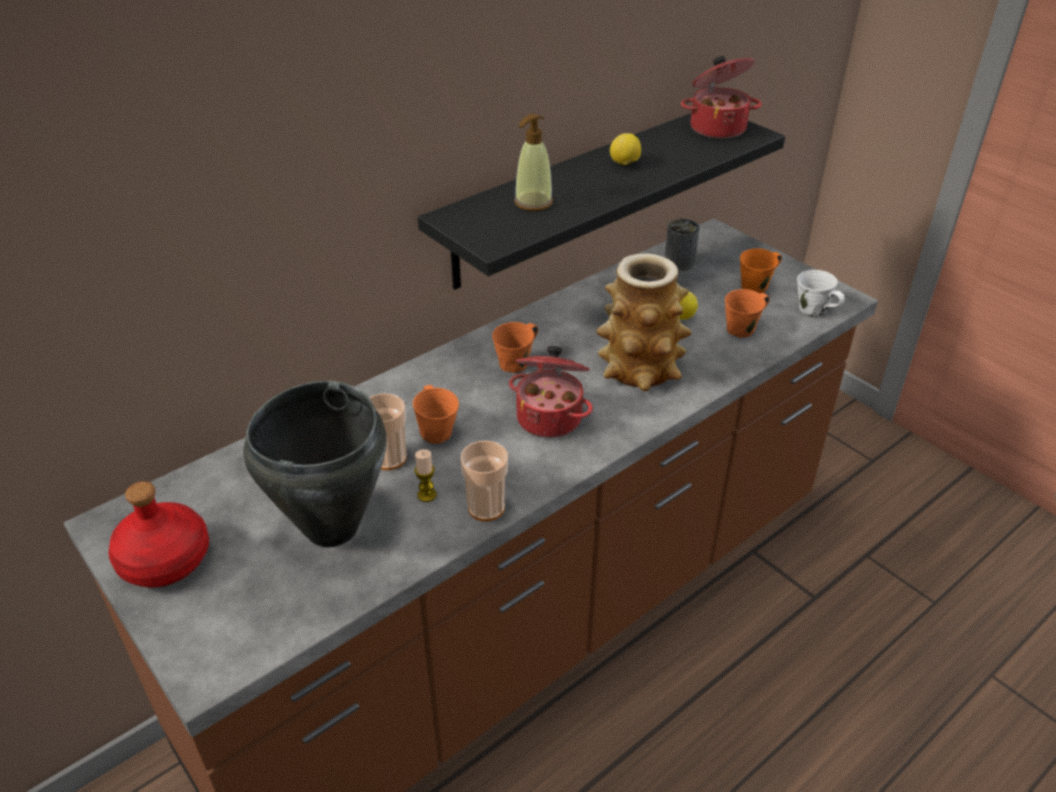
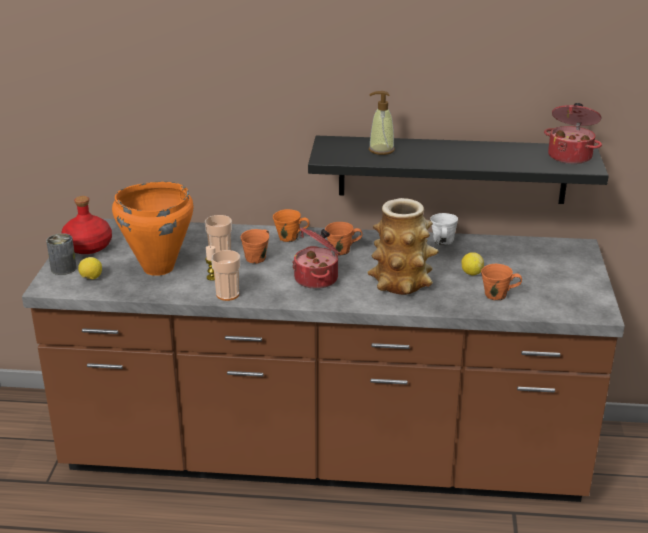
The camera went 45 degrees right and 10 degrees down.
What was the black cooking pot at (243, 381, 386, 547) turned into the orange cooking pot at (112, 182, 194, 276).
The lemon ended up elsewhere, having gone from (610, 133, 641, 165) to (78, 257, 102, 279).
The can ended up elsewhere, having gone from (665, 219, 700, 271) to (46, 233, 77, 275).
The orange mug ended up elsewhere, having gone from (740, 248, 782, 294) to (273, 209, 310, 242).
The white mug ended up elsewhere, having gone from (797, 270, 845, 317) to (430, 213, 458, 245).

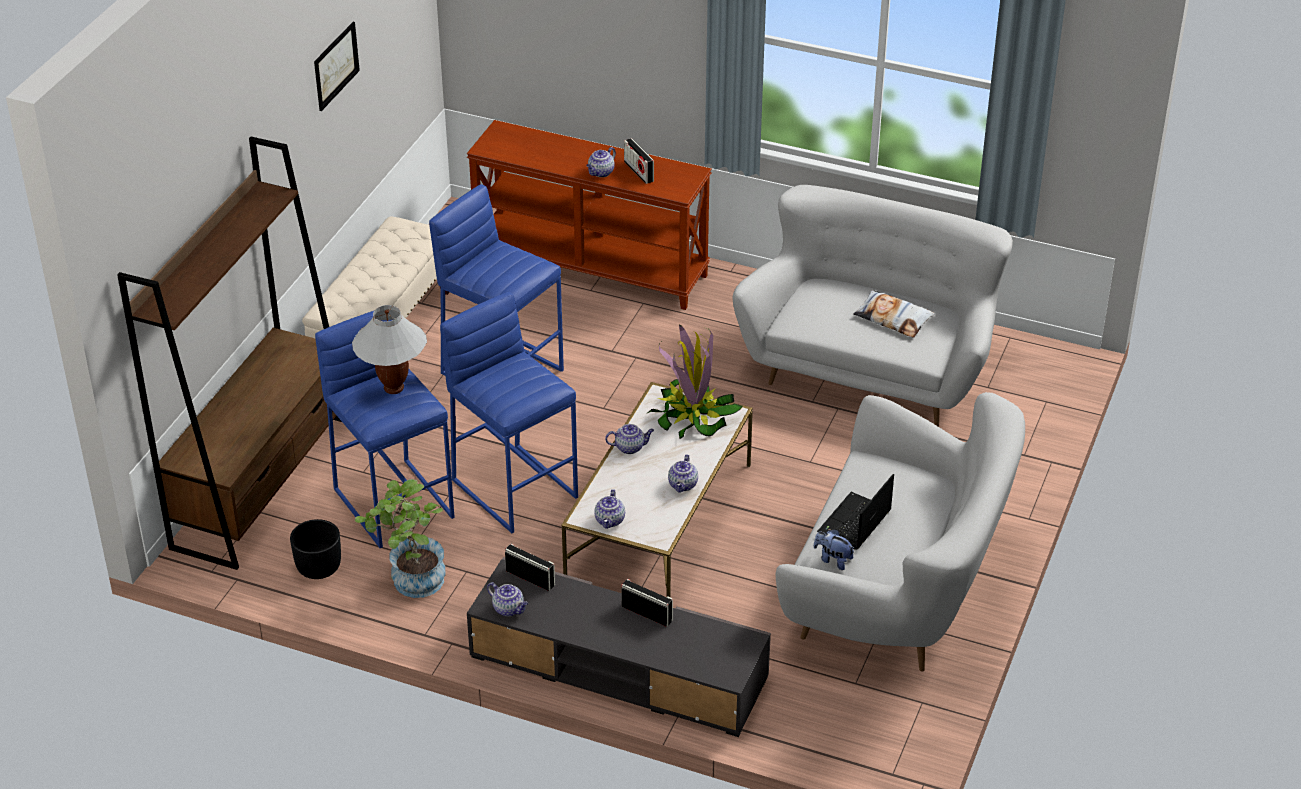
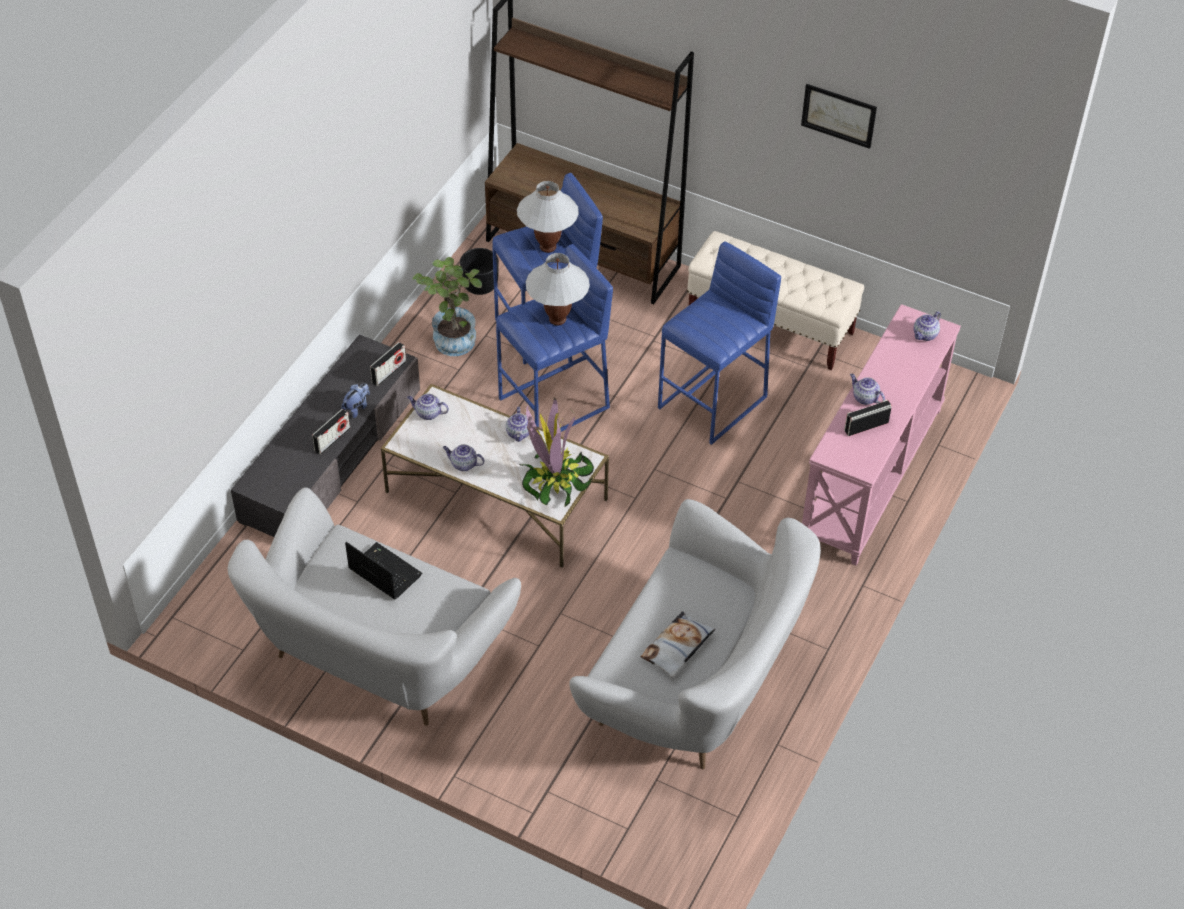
The camera went 95 degrees right and 10 degrees up.
What was the brown console table at (467, 120, 712, 310) turned into the pink console table at (802, 304, 961, 565).
The teapot ended up elsewhere, having gone from (487, 582, 528, 616) to (914, 311, 941, 341).
The plush toy ended up elsewhere, having gone from (814, 529, 854, 570) to (342, 383, 370, 418).
The second view gained the white table lamp at (526, 253, 590, 325).

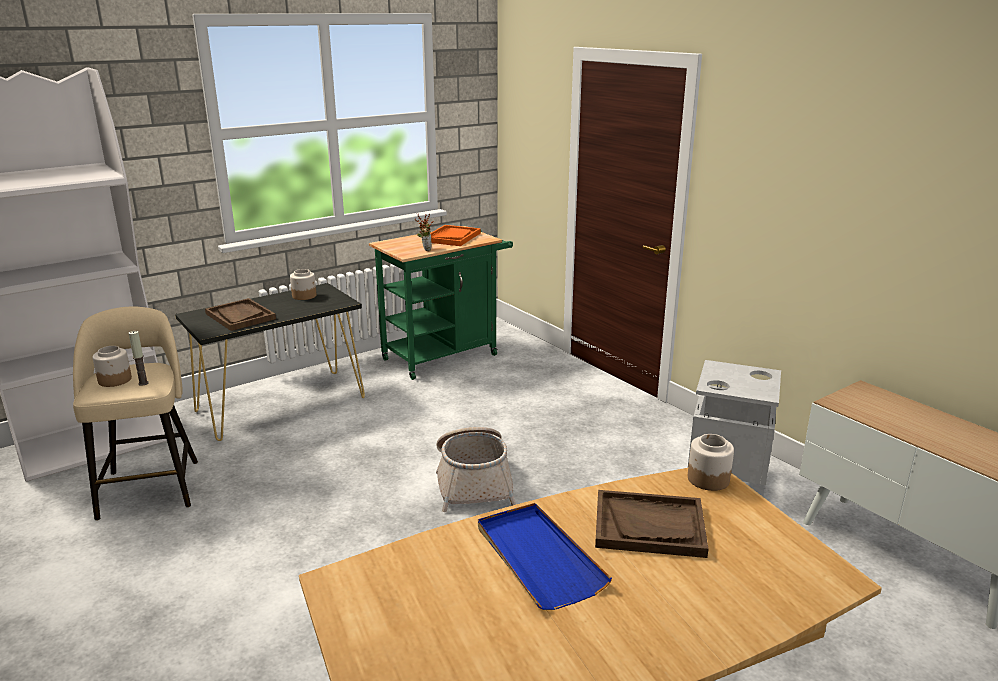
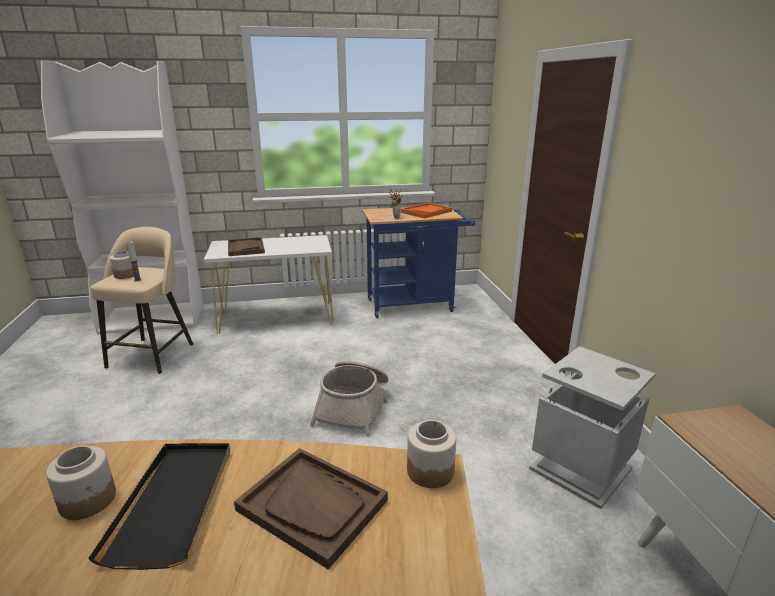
The camera went 25 degrees right and 0 degrees up.
What was the black console table at (175, 283, 365, 441) turned into the white console table at (204, 235, 334, 334).
The jar ended up elsewhere, having gone from (290, 269, 316, 300) to (46, 446, 116, 520).
What was the green cart at (369, 226, 513, 380) turned into the blue cart at (362, 206, 475, 318).
What was the blue tray at (478, 503, 612, 610) turned into the black tray at (88, 443, 230, 570).

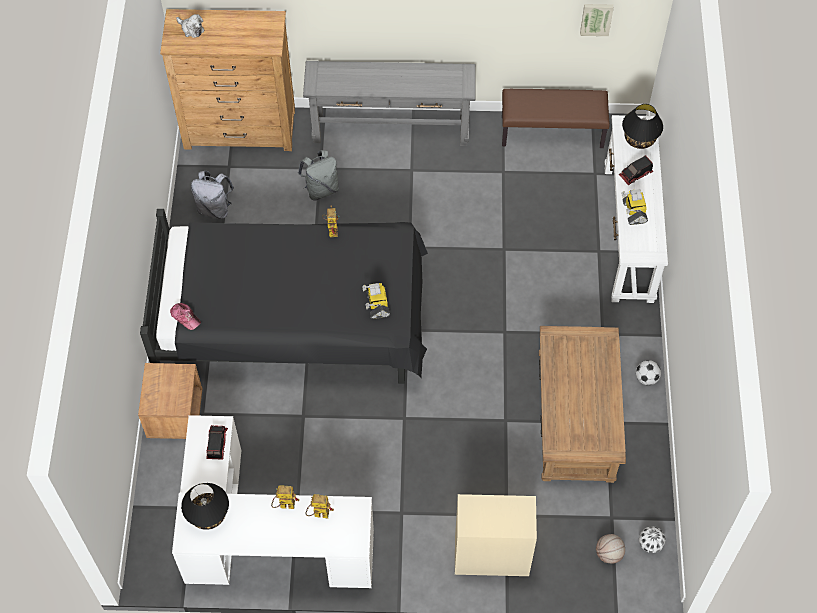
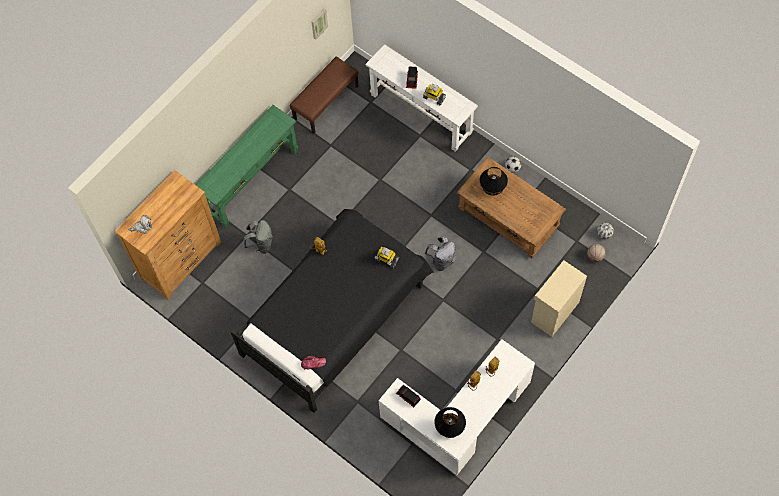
The camera went 50 degrees left and 5 degrees up.
The second view lost the brown nightstand at (138, 363, 202, 439).
The grey backpack ended up elsewhere, having gone from (191, 171, 234, 219) to (425, 236, 456, 271).
What was the grey console table at (303, 61, 476, 146) turned into the green console table at (196, 105, 299, 227).
The black table lamp ended up elsewhere, having gone from (622, 104, 663, 149) to (480, 167, 508, 196).

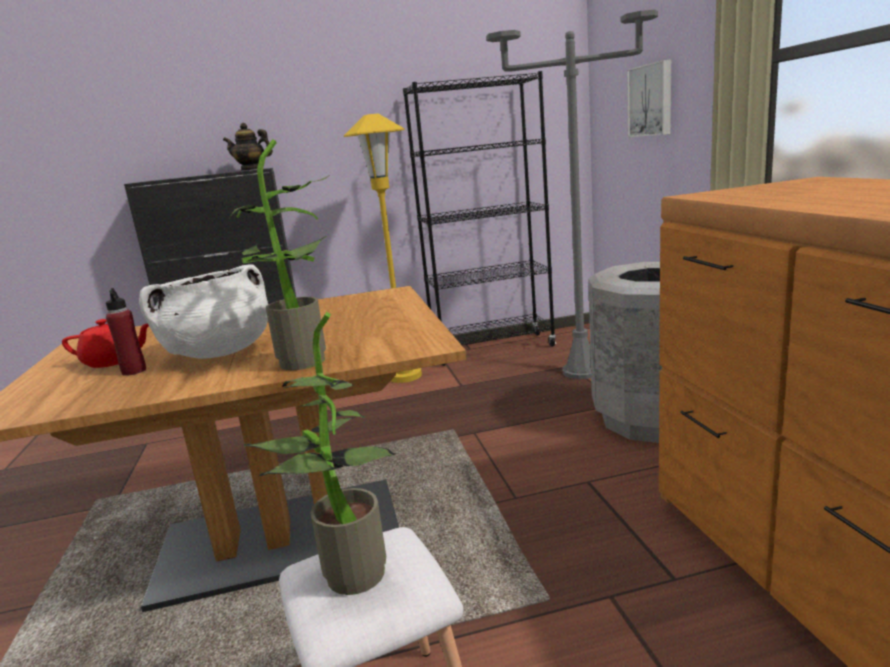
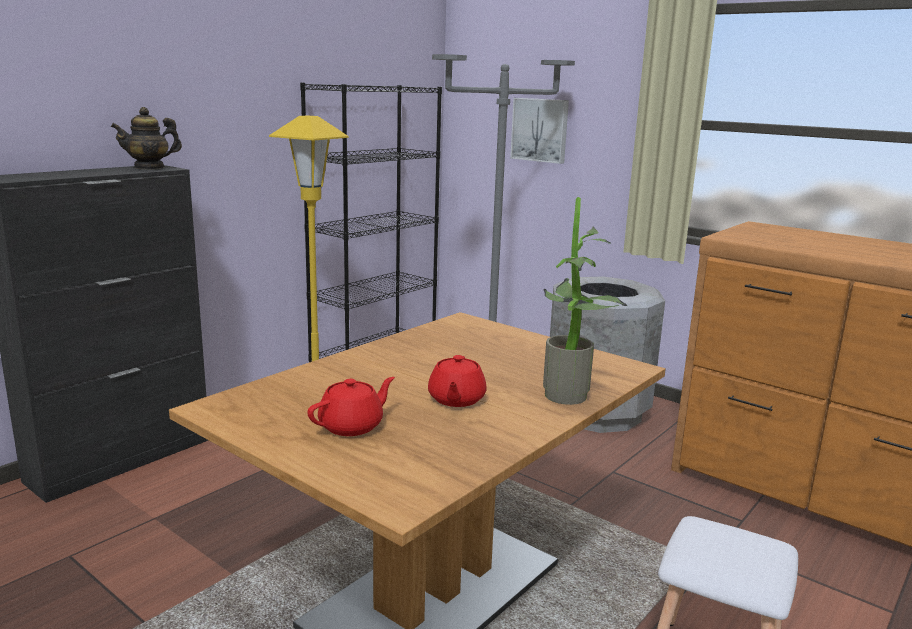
The camera went 40 degrees left and 0 degrees up.
The second view lost the red bottle at (106, 288, 146, 376).
Where the white cooking pot stood at (139, 264, 268, 359), the red teapot came to stand at (428, 355, 487, 407).
The second view lost the potted plant at (244, 312, 397, 595).

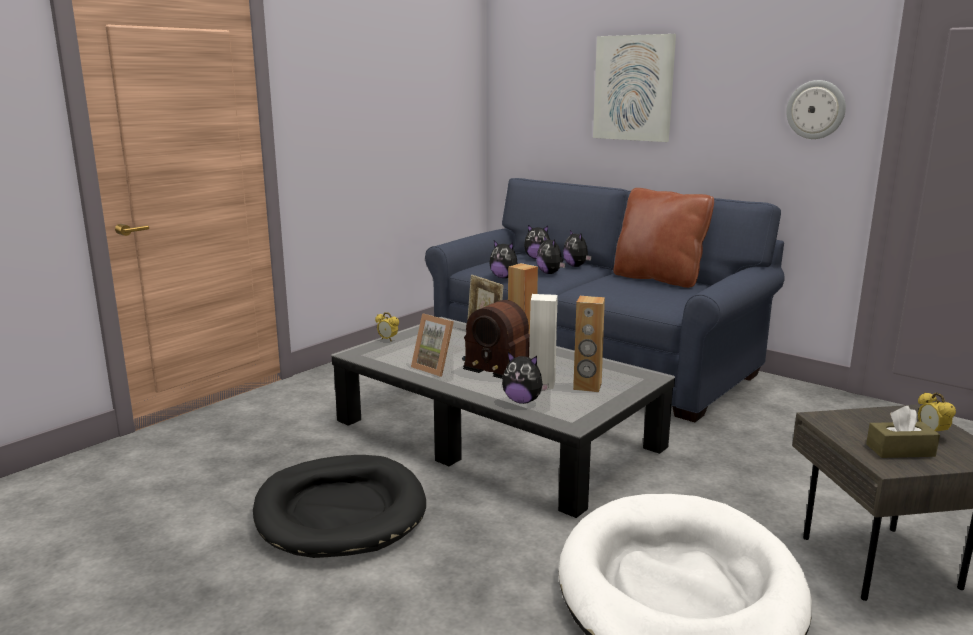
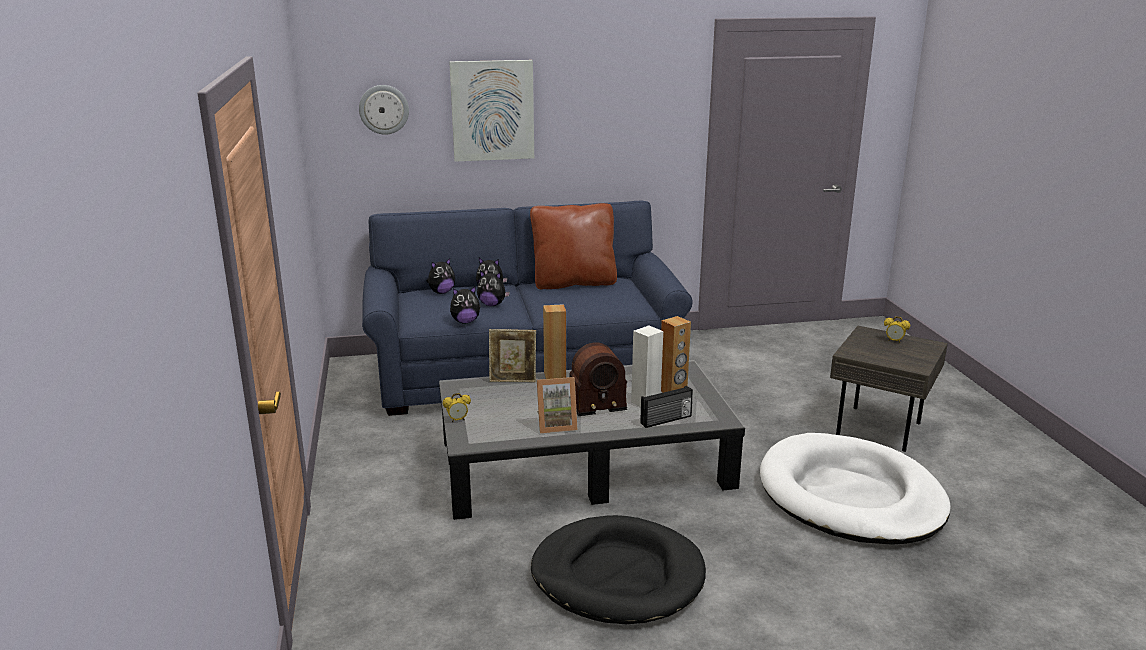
The camera went 50 degrees left and 5 degrees up.
Where the plush toy stood at (502, 352, 549, 404), the radio came to stand at (640, 386, 693, 428).
The wall clock ended up elsewhere, having gone from (786, 80, 846, 139) to (359, 85, 409, 135).
The second view lost the brown tissue box at (866, 406, 940, 458).

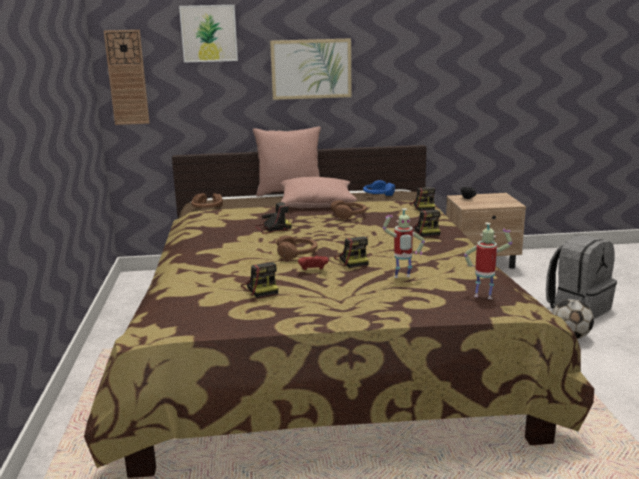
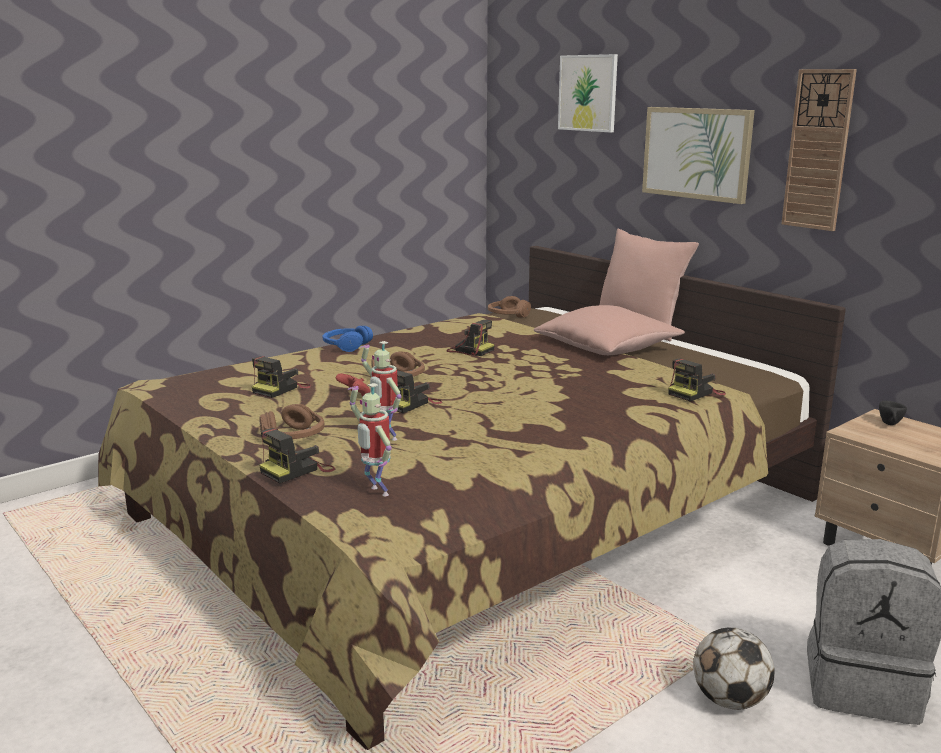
The camera went 55 degrees right and 0 degrees up.
The wall clock ended up elsewhere, having gone from (104, 30, 150, 125) to (781, 69, 857, 231).
The brown headphones ended up elsewhere, having gone from (331, 200, 367, 220) to (260, 404, 324, 439).
The blue headphones ended up elsewhere, having gone from (363, 180, 395, 196) to (322, 326, 373, 352).
The photo camera ended up elsewhere, having gone from (412, 210, 441, 237) to (259, 428, 335, 484).
The toy robot at (464, 222, 512, 299) ended up facing another way, 150 degrees clockwise from before.

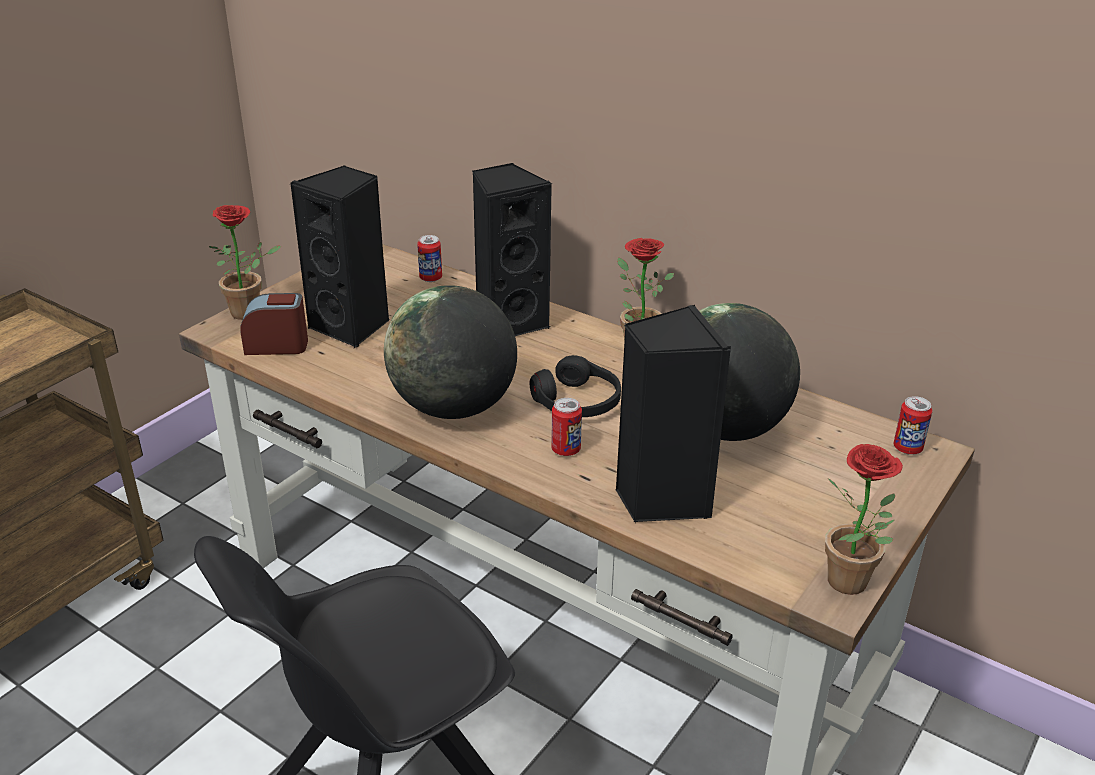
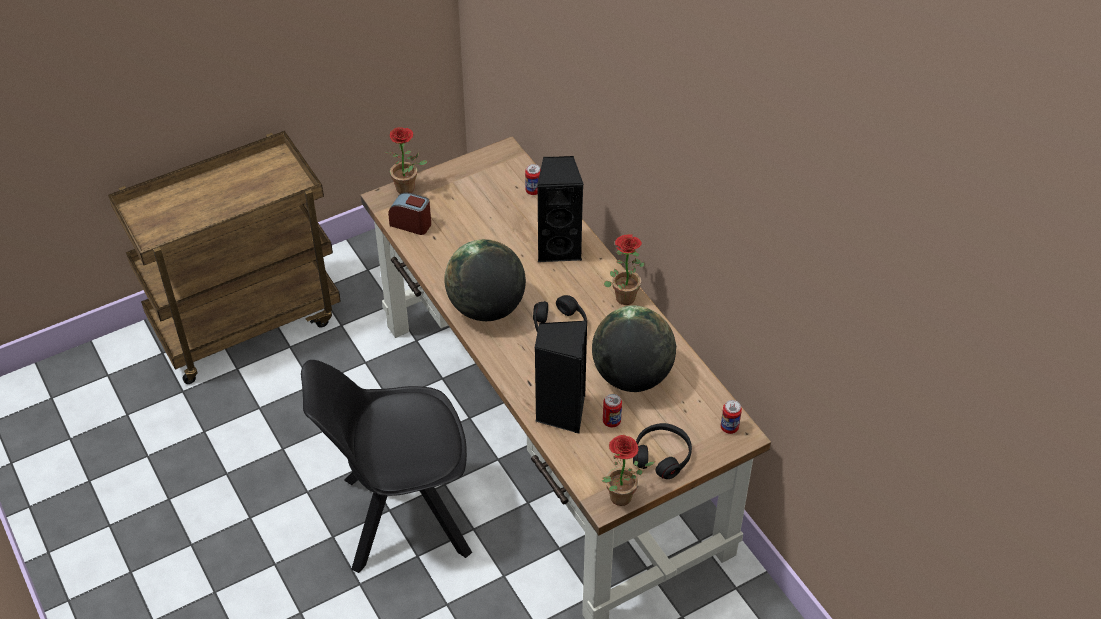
The camera went 25 degrees right and 15 degrees up.
The second view lost the black speaker at (290, 166, 389, 348).
The can ended up elsewhere, having gone from (551, 398, 582, 456) to (603, 394, 622, 427).
The second view gained the black headphones at (633, 423, 692, 479).

